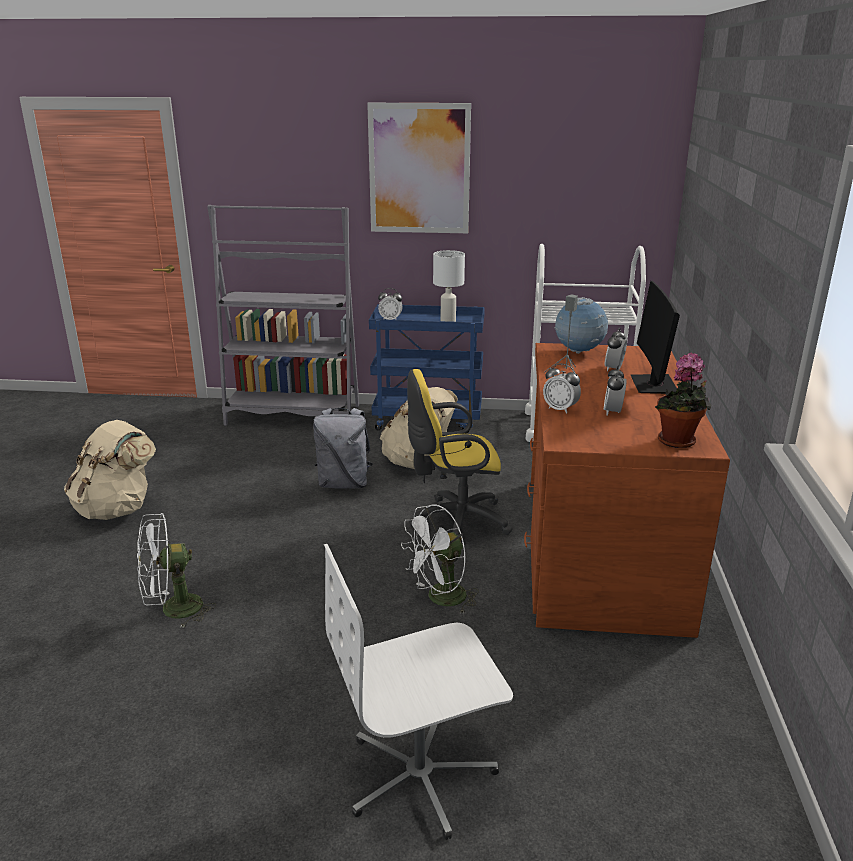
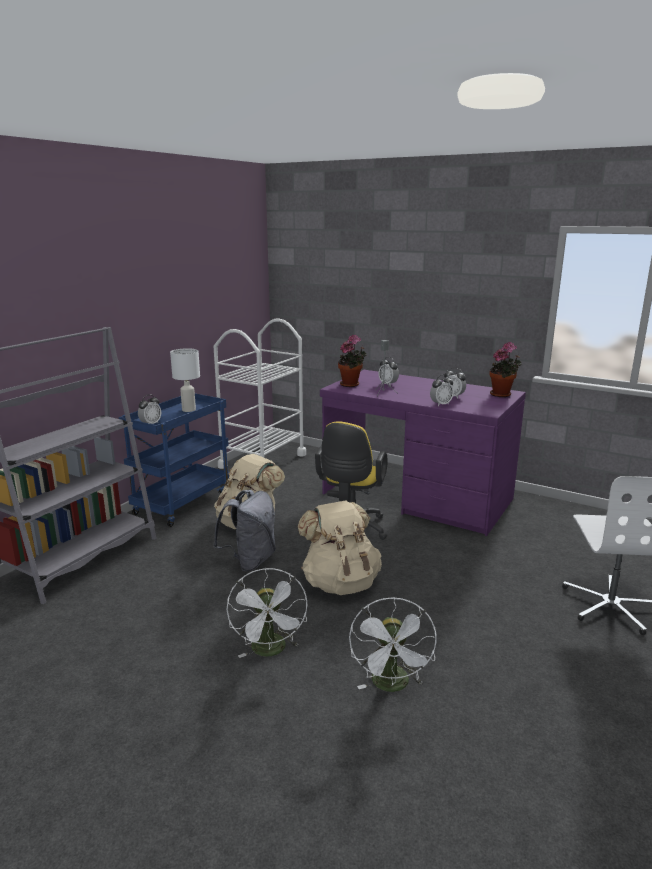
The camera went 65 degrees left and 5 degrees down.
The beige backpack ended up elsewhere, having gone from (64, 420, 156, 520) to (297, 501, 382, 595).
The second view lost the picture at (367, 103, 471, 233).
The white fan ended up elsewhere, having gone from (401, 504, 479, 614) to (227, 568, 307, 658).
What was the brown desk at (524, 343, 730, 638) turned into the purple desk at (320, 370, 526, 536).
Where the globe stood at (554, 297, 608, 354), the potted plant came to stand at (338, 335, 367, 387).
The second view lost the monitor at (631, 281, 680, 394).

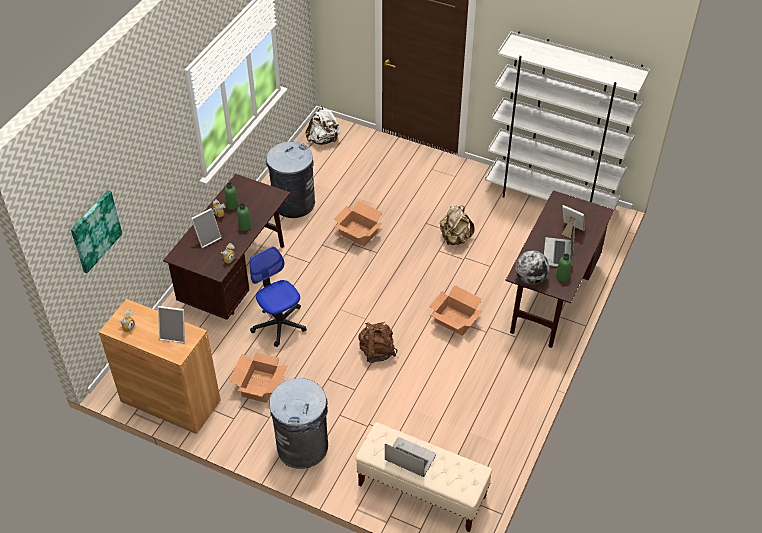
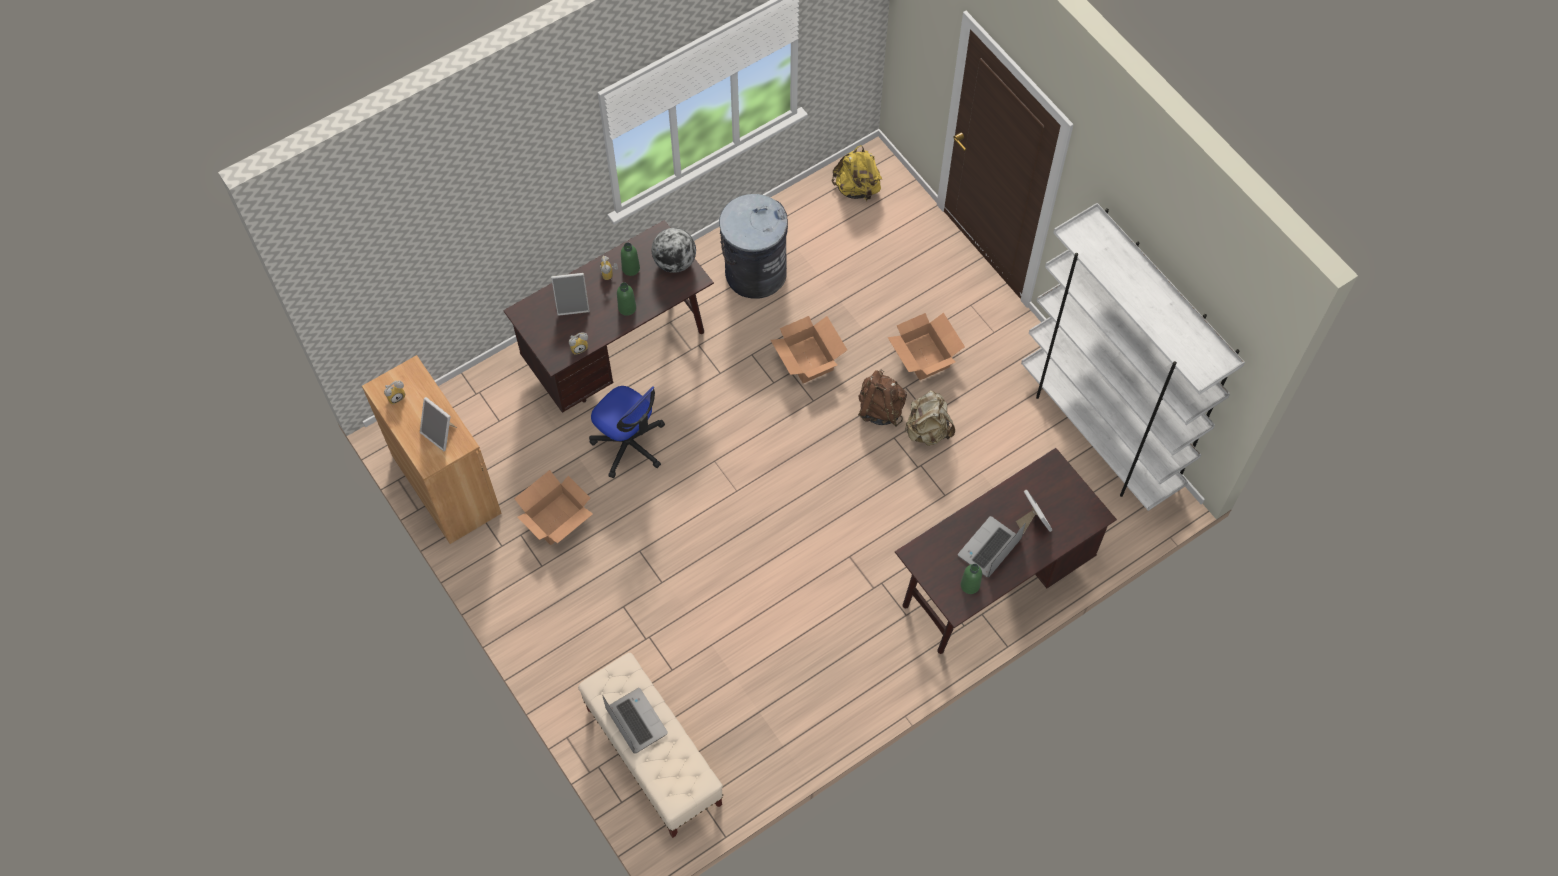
The camera went 30 degrees right and 15 degrees up.
The second view lost the picture at (71, 190, 122, 273).
The office chair at (250, 247, 307, 347) ended up facing another way, 135 degrees clockwise from before.
The second view lost the grey trash can at (269, 378, 328, 469).
What was the white backpack at (305, 105, 341, 145) turned into the yellow backpack at (831, 145, 882, 202).
The brown backpack ended up elsewhere, having gone from (358, 322, 398, 363) to (858, 370, 907, 427).
The cardboard box ended up elsewhere, having gone from (430, 285, 483, 336) to (888, 313, 965, 380).
The globe ended up elsewhere, having gone from (515, 250, 549, 284) to (652, 228, 696, 273).

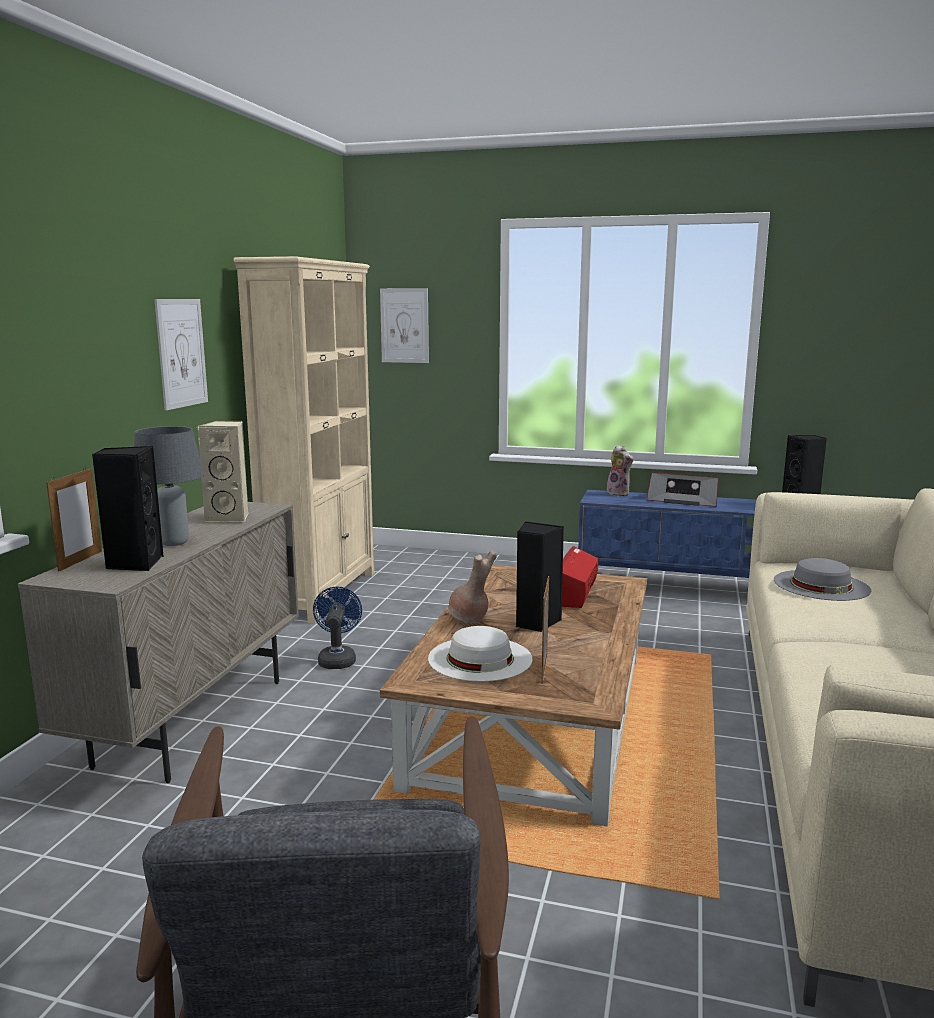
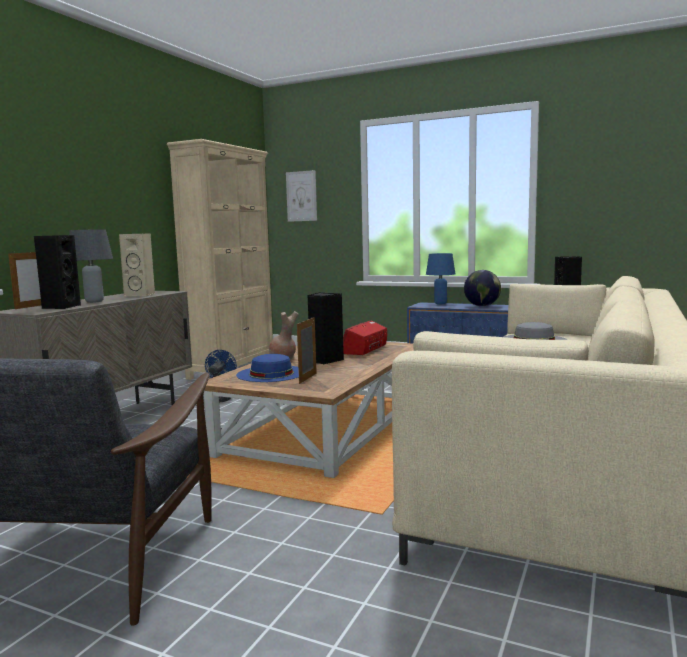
The camera went 10 degrees right and 5 degrees down.
The second view lost the picture at (154, 299, 208, 410).
What was the white hat at (428, 626, 532, 682) turned into the blue hat at (236, 354, 299, 382).
Where the plush toy stood at (607, 445, 633, 496), the blue table lamp came to stand at (426, 253, 455, 304).
Where the radio stood at (647, 472, 718, 507), the globe came to stand at (464, 270, 501, 306).

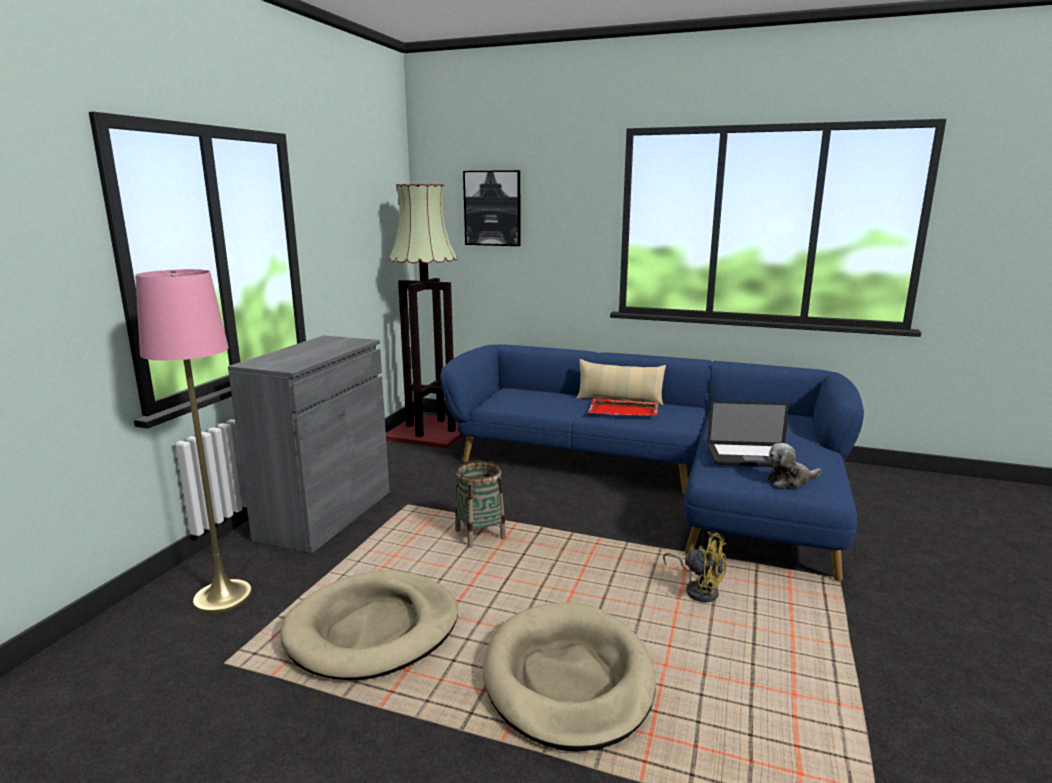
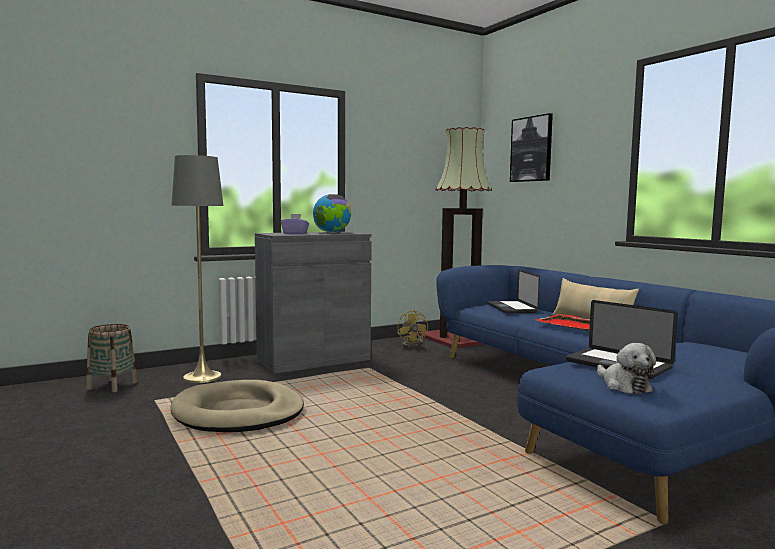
The camera went 40 degrees right and 10 degrees down.
What was the pink floor lamp at (135, 269, 252, 613) turned into the grey floor lamp at (171, 155, 223, 383).
The basket ended up elsewhere, having gone from (455, 461, 506, 548) to (86, 324, 137, 392).
The second view lost the beige dog bed at (483, 602, 656, 752).
The yellow fan ended up elsewhere, having gone from (663, 532, 727, 602) to (397, 310, 428, 348).
The plush toy at (767, 443, 821, 488) ended up facing another way, 135 degrees counterclockwise from before.
The second view gained the purple tissue box at (281, 214, 309, 234).
The second view gained the globe at (313, 194, 351, 233).
The second view gained the laptop at (487, 270, 540, 313).

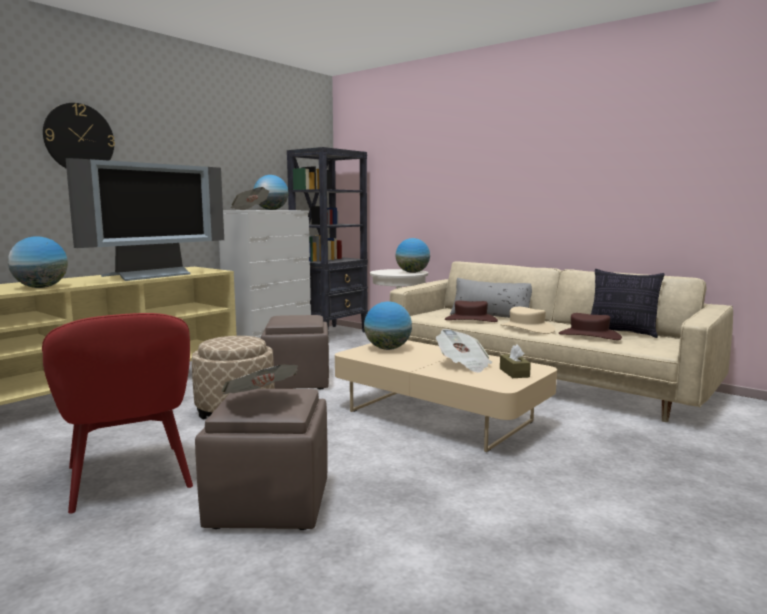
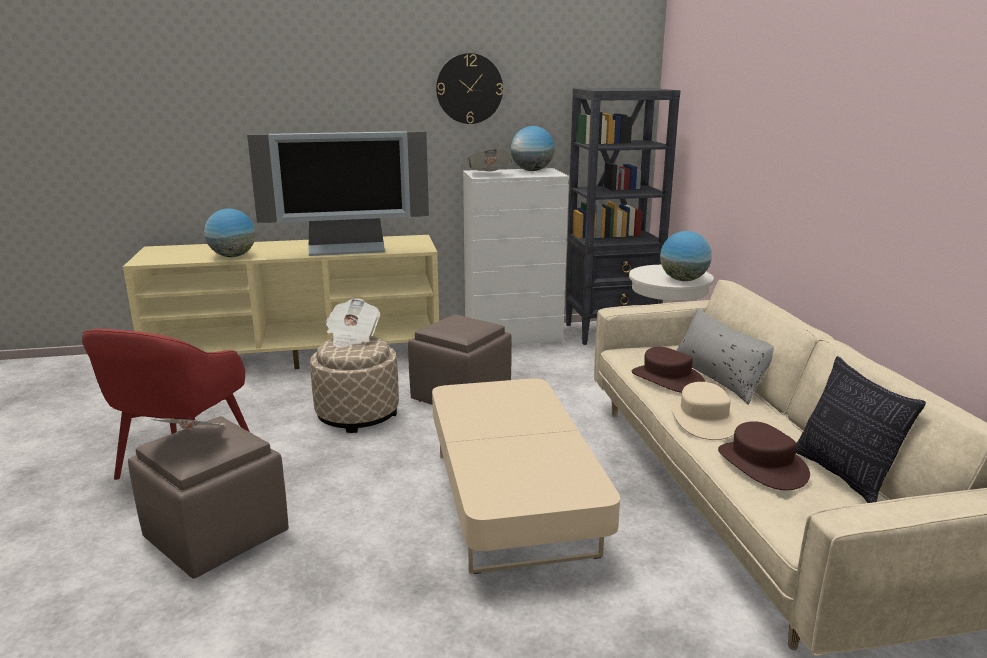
The camera went 40 degrees right and 10 degrees up.
The wall clock ended up elsewhere, having gone from (43, 103, 115, 168) to (436, 53, 503, 124).
The second view lost the globe at (364, 302, 412, 350).
The newspaper ended up elsewhere, having gone from (436, 329, 492, 373) to (326, 298, 380, 347).
The second view lost the brown tissue box at (500, 345, 531, 378).

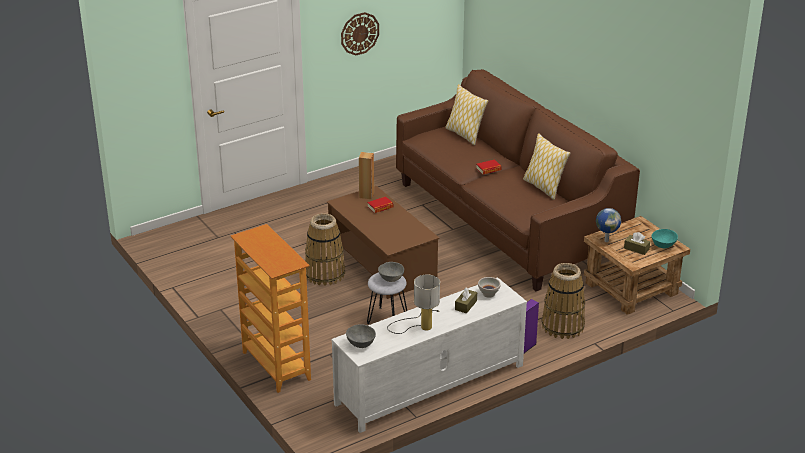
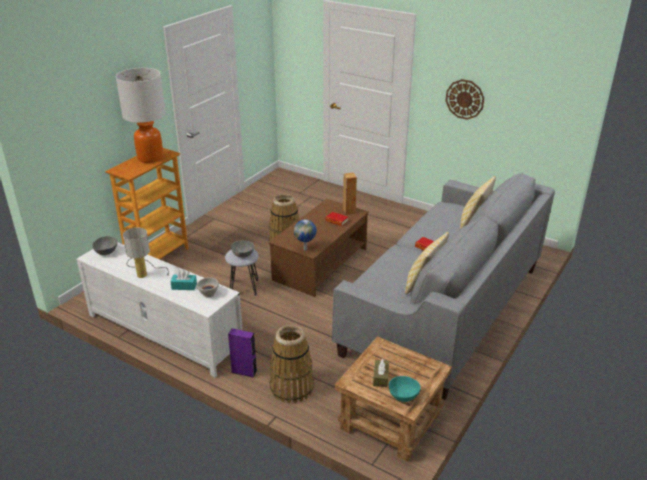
The camera went 65 degrees right and 0 degrees up.
What was the brown sofa at (396, 69, 640, 291) turned into the grey sofa at (332, 173, 555, 401).
What was the brown tissue box at (455, 287, 477, 314) turned into the turquoise tissue box at (171, 270, 197, 290).
The globe ended up elsewhere, having gone from (596, 208, 621, 242) to (294, 219, 317, 250).
The second view gained the table lamp at (116, 68, 166, 163).

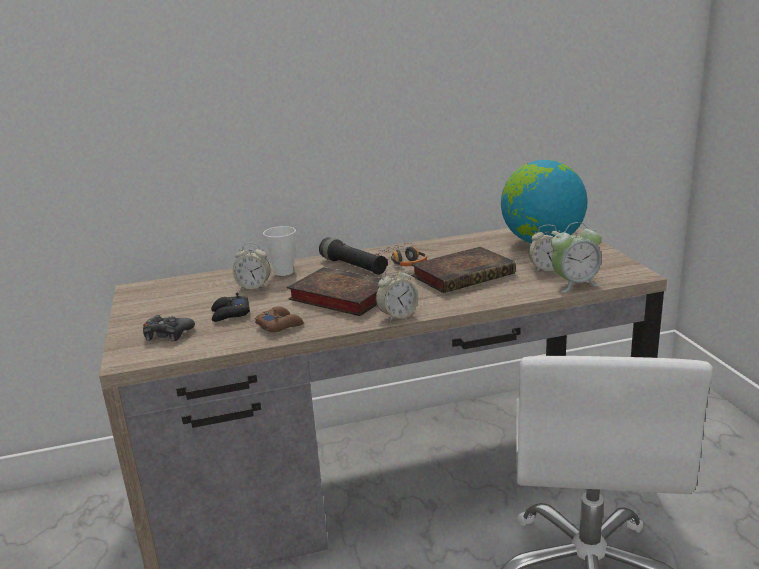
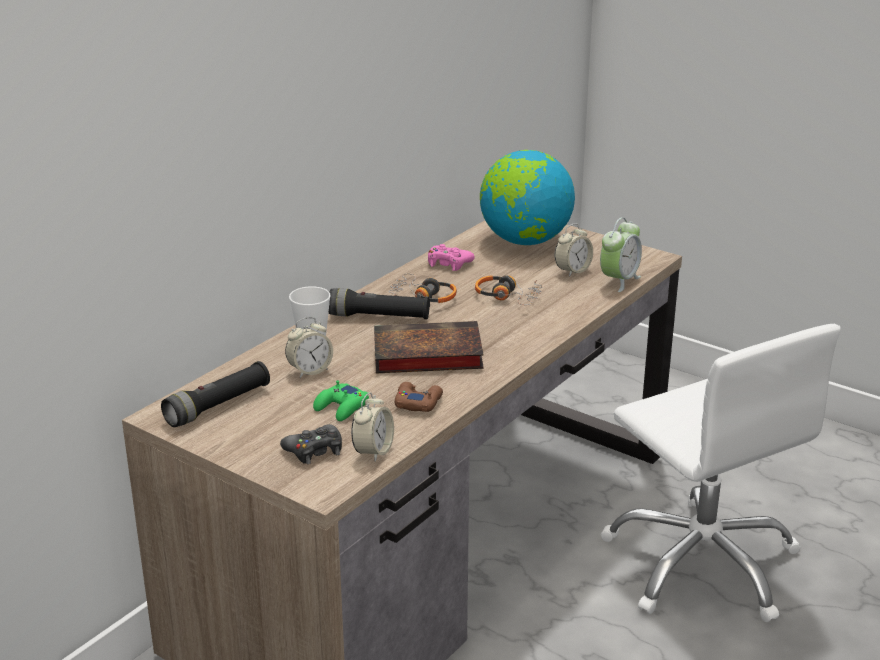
The camera went 40 degrees left and 5 degrees up.
What was the black game controller at (211, 292, 250, 322) turned into the green game controller at (313, 380, 369, 421).
The alarm clock ended up elsewhere, having gone from (376, 266, 418, 321) to (351, 392, 394, 462).
Where the book stood at (411, 247, 516, 293), the headphones came to stand at (475, 275, 543, 305).
The second view gained the black flashlight at (161, 361, 270, 427).
The second view gained the pink game controller at (428, 244, 475, 271).

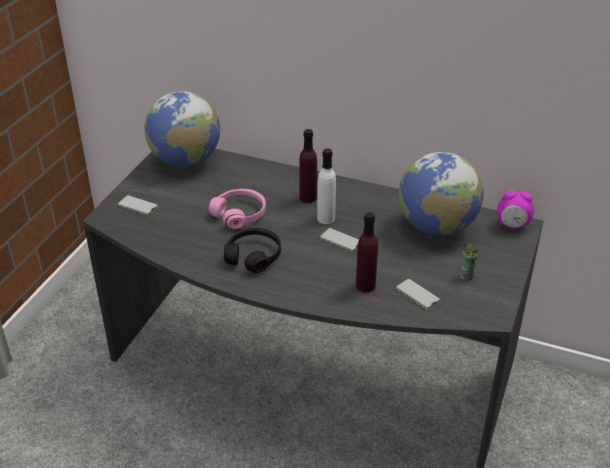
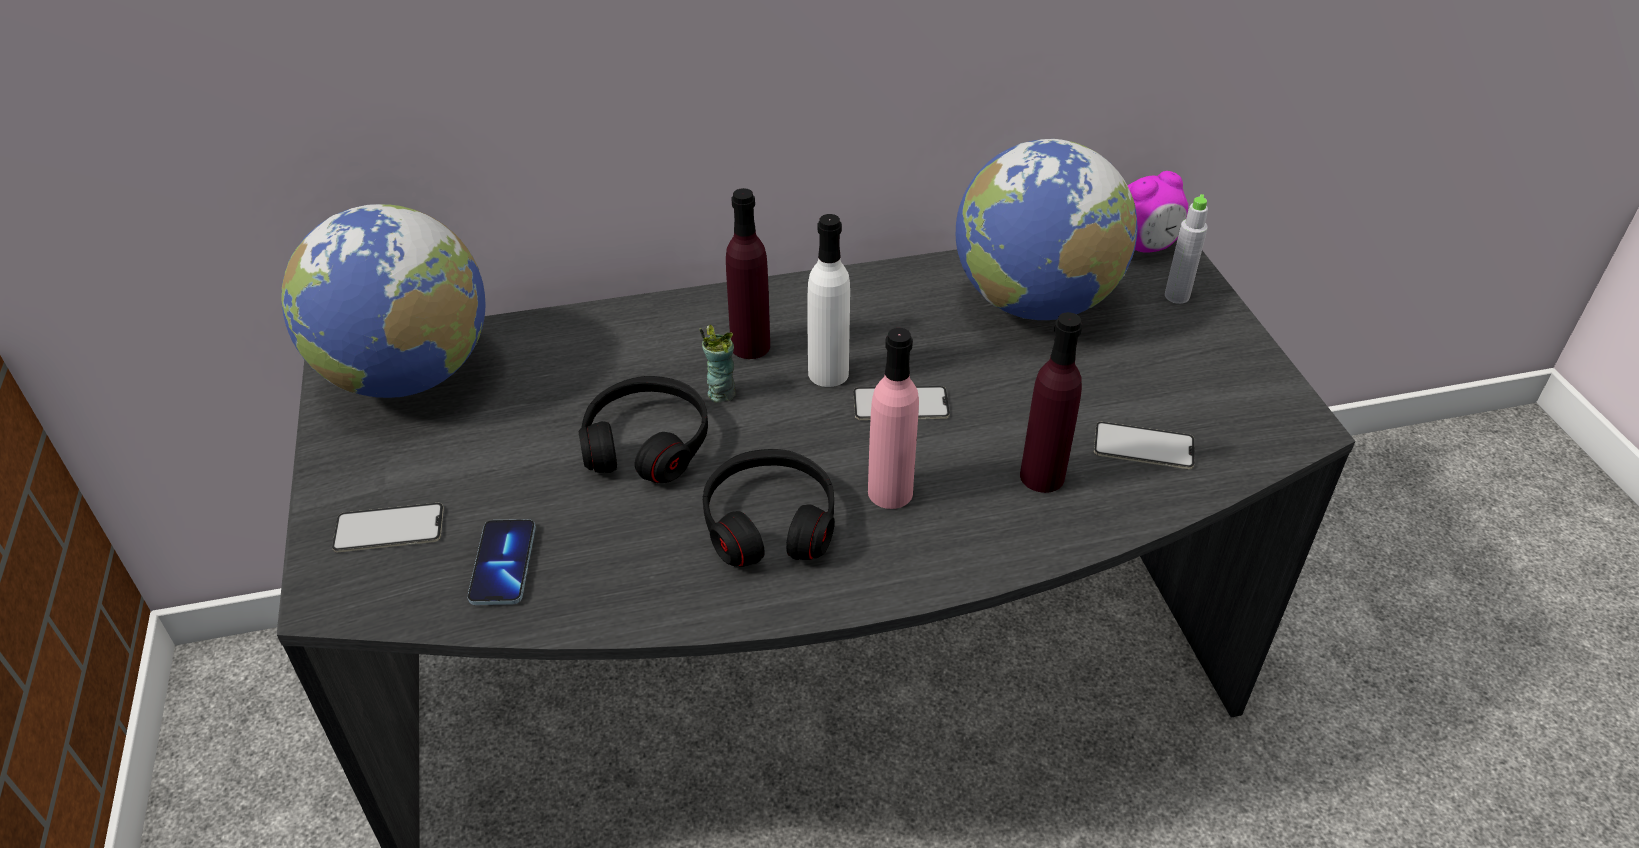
The camera went 35 degrees left and 5 degrees up.
What was the pink headphones at (209, 189, 266, 229) turned into the black headphones at (579, 376, 708, 483).
The cup ended up elsewhere, having gone from (460, 243, 478, 281) to (699, 324, 736, 403).
The second view gained the phone at (467, 519, 536, 605).
The second view gained the pink bottle at (868, 328, 919, 509).
The second view gained the grey bottle at (1165, 194, 1208, 304).

